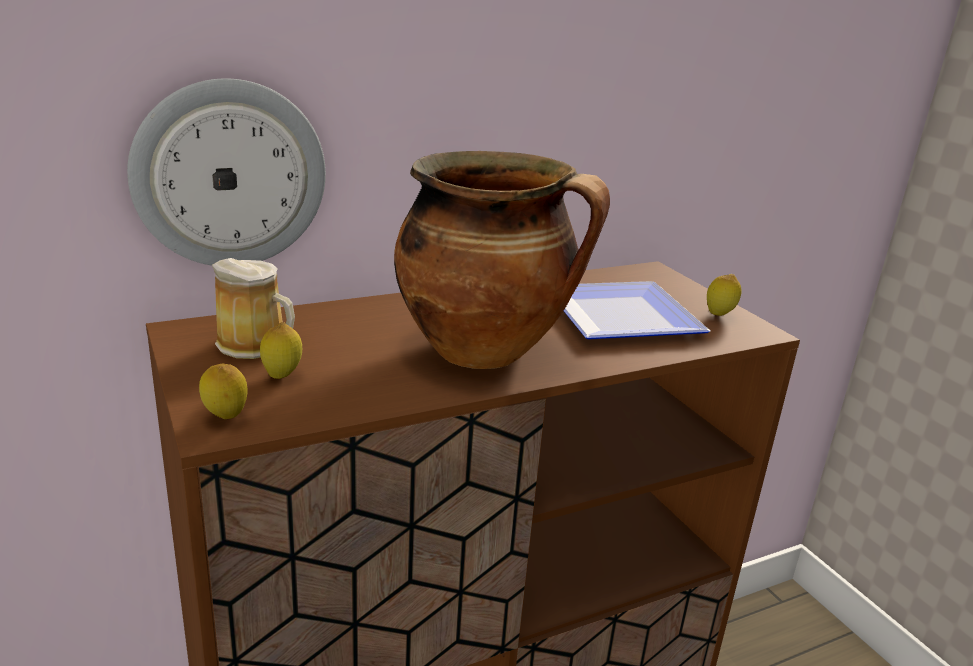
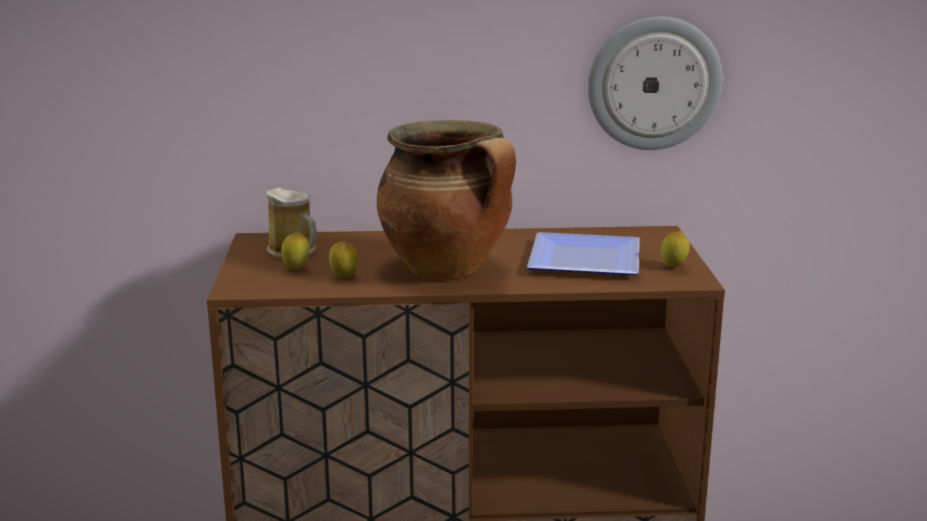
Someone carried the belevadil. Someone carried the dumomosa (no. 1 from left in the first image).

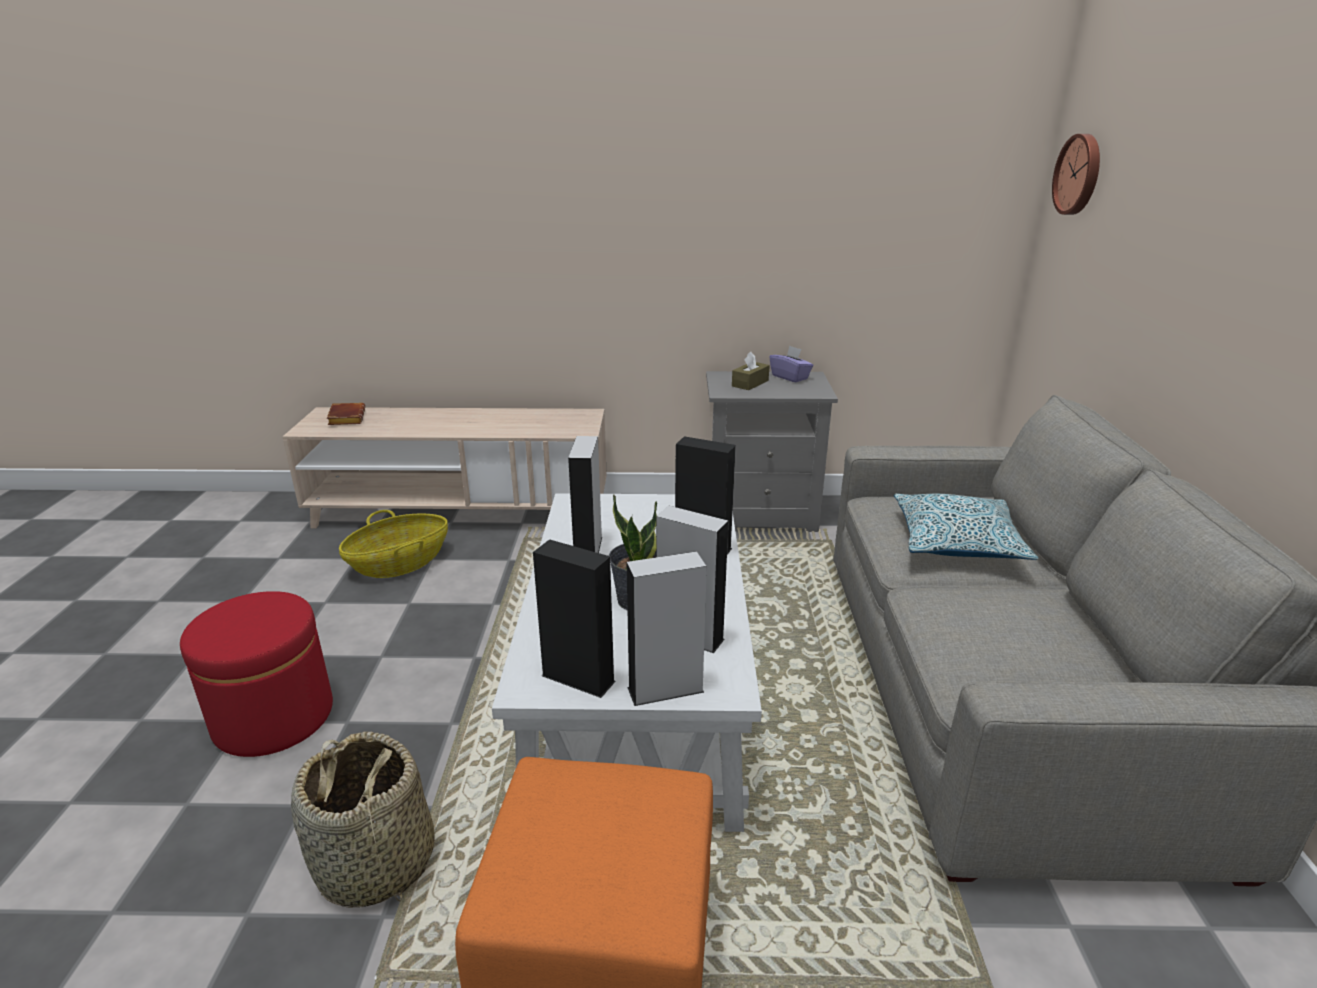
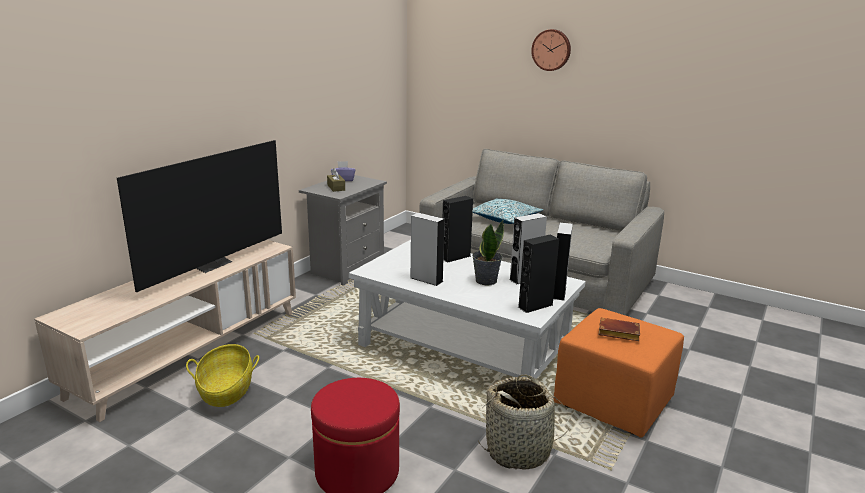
Someone carried the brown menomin. Someone carried the belevadil. Someone put down the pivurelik.

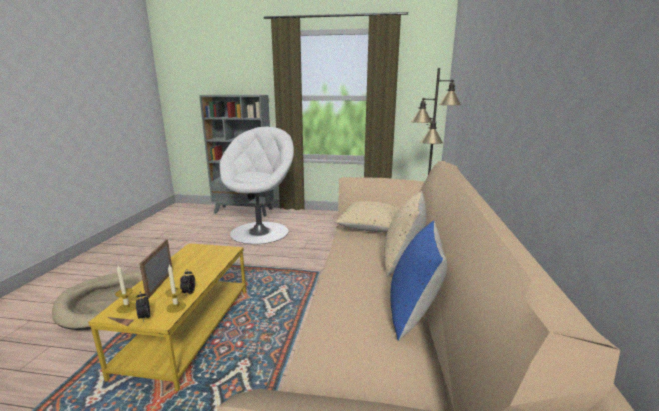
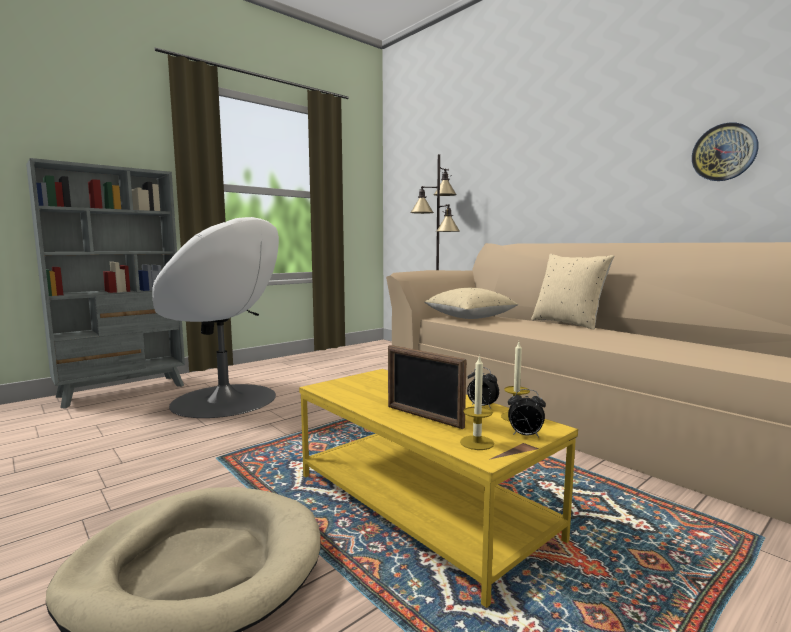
Someone rotated the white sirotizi by 135 degrees clockwise. Someone took away the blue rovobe. Someone put up the belevadil.

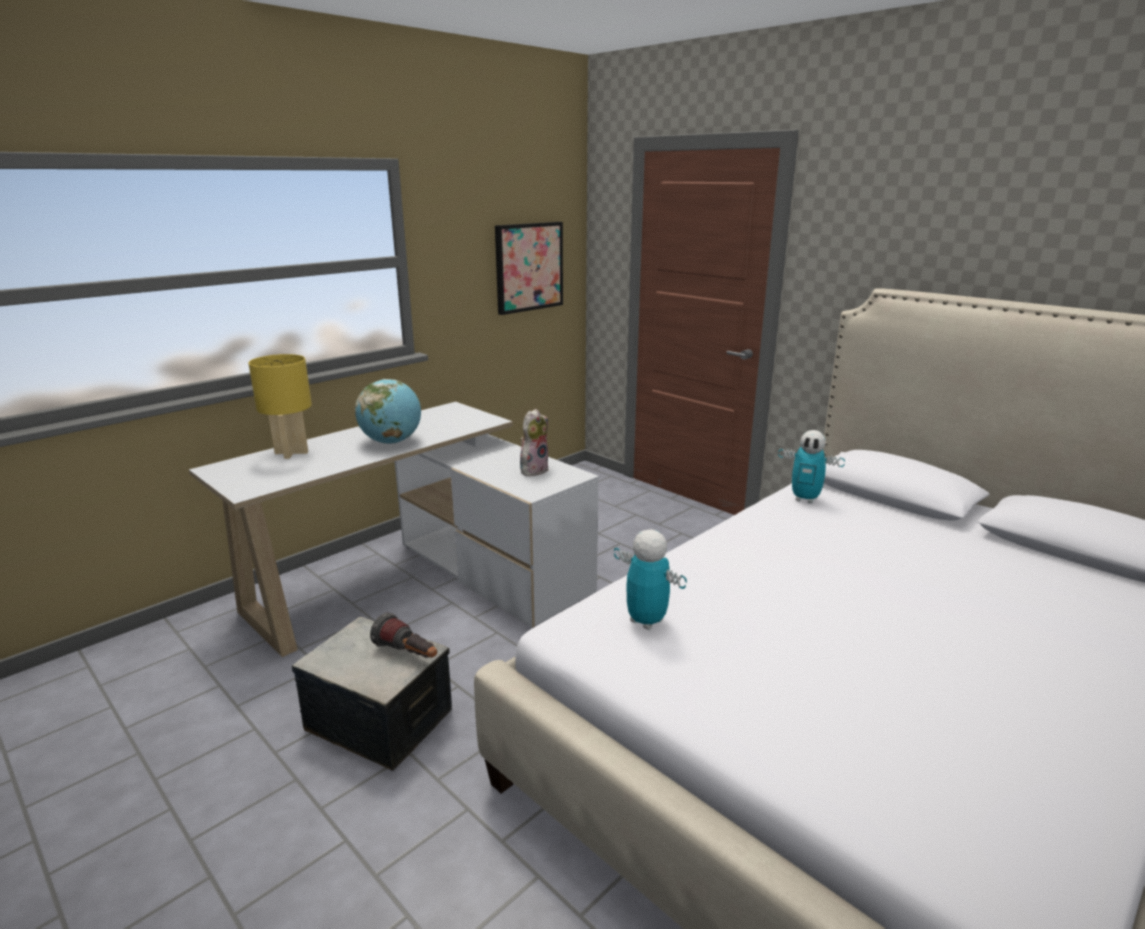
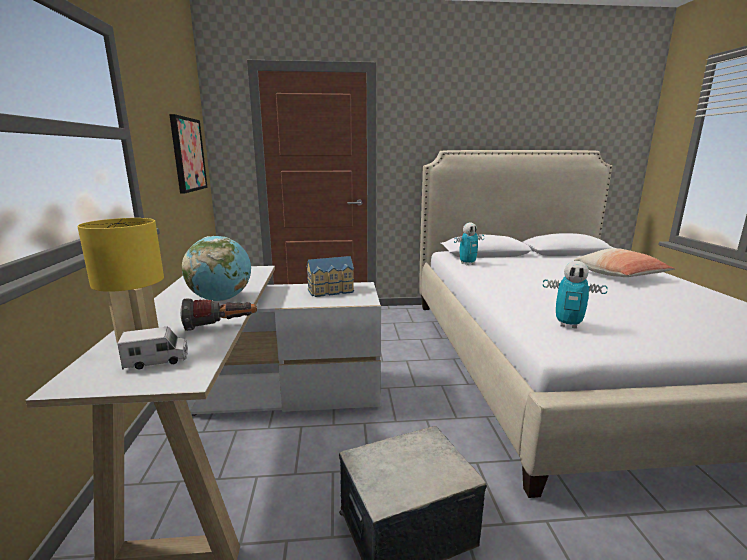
Someone carried the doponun. Someone swapped the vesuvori for the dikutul. Someone rotated the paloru (no. 1 from left in the first image) by 150 degrees counterclockwise. Someone put down the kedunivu. Someone put down the rovobe.

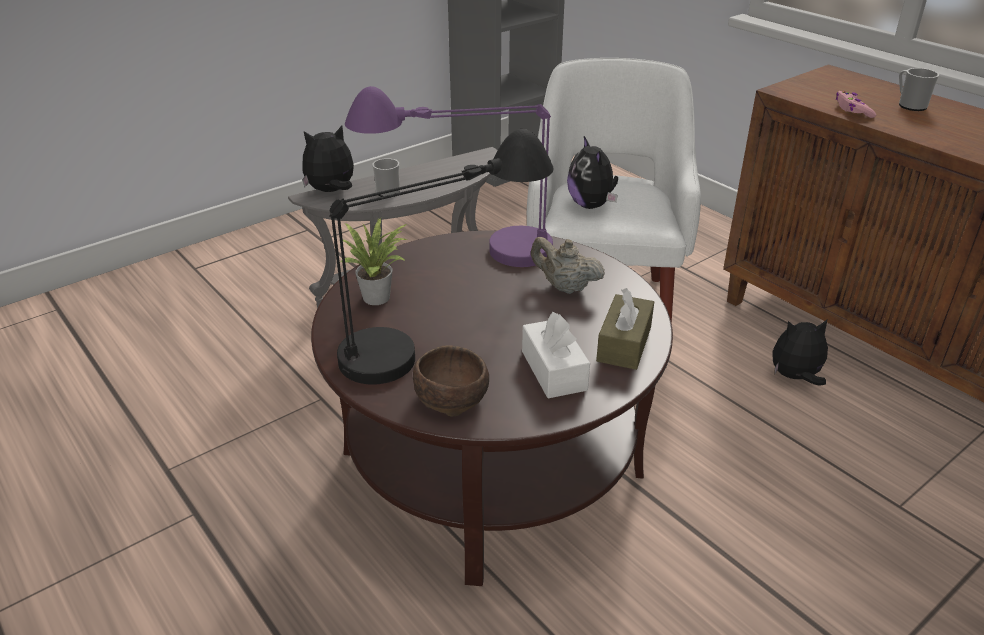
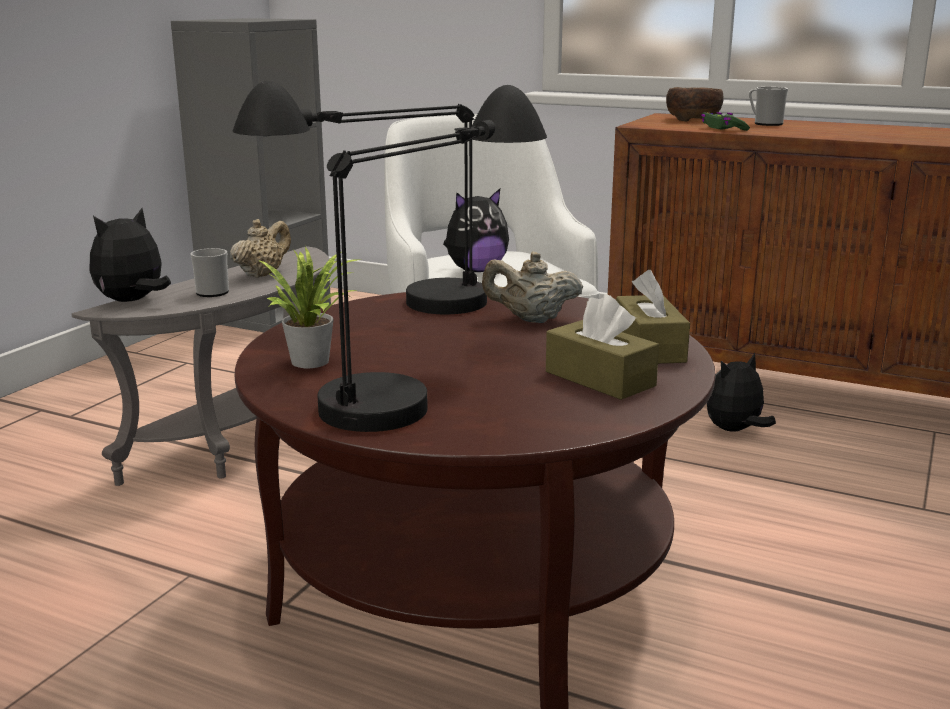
Someone repainted the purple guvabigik, which became the black guvabigik (no. 1 from left). Someone carried the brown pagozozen. Someone repainted the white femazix, which became the brown femazix (no. 1 from left). Someone rotated the vesuvori (no. 2 from left) by 75 degrees counterclockwise. Someone repainted the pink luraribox, which became the green luraribox. Someone put down the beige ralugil (no. 1 from left).

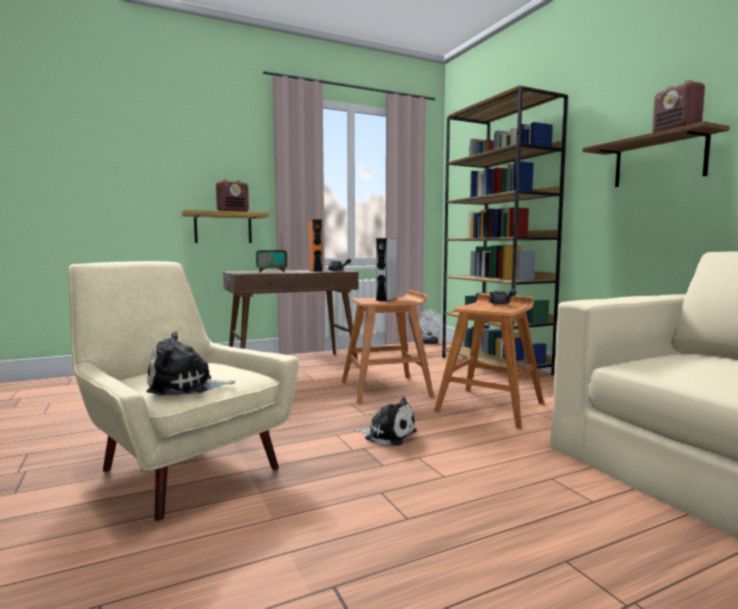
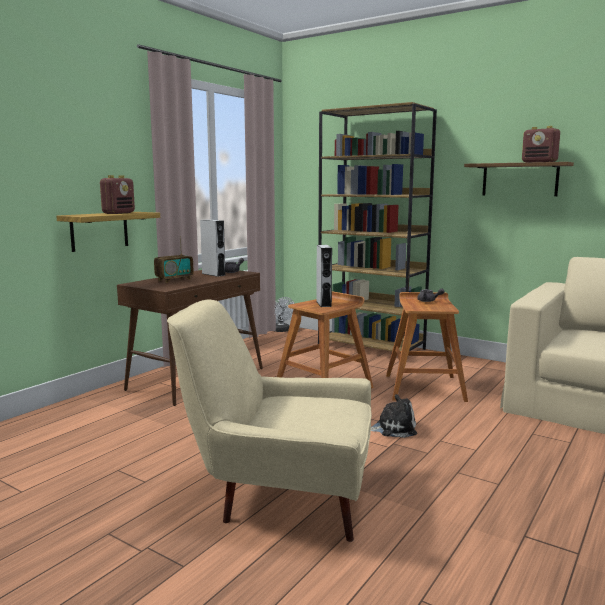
Someone took away the vesuvori (no. 1 from left). Someone repainted the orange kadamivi, which became the grey kadamivi (no. 1 from left).

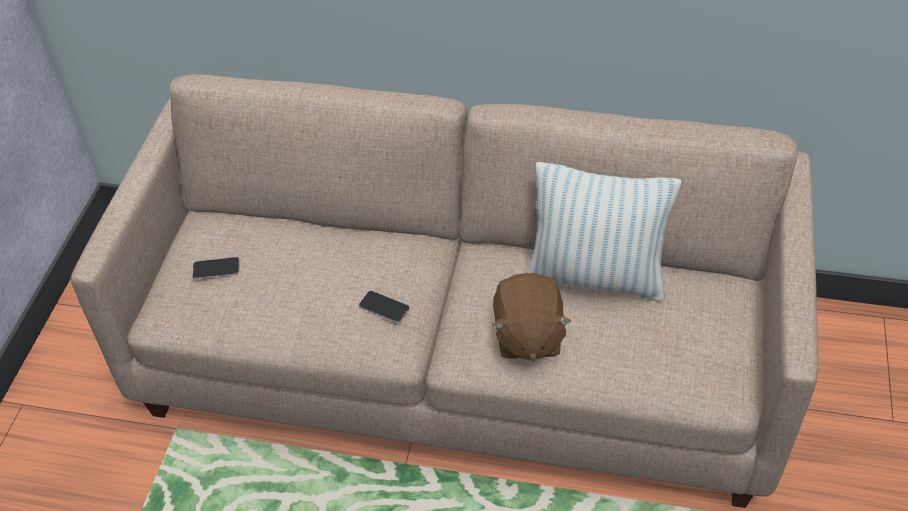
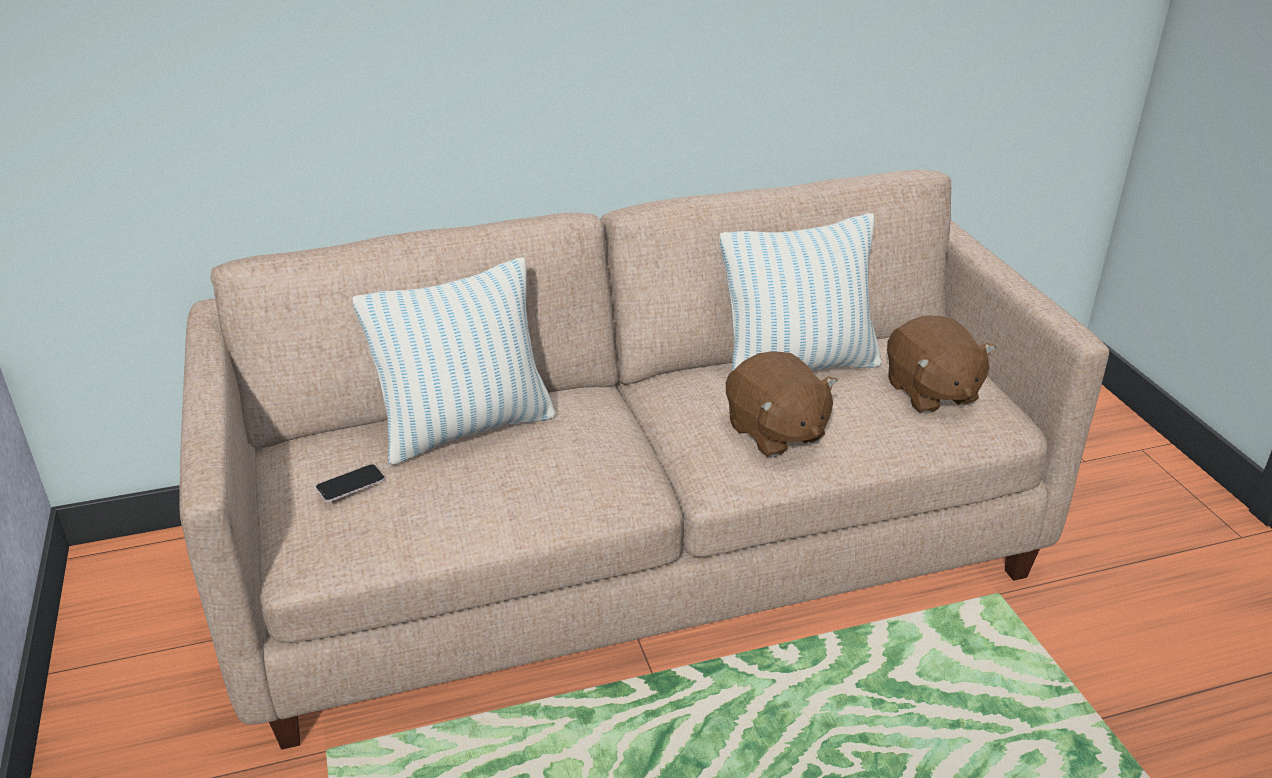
Someone took away the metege (no. 2 from left). Someone put down the rovobe (no. 1 from left). Someone put down the brown vesuvori (no. 2 from left).

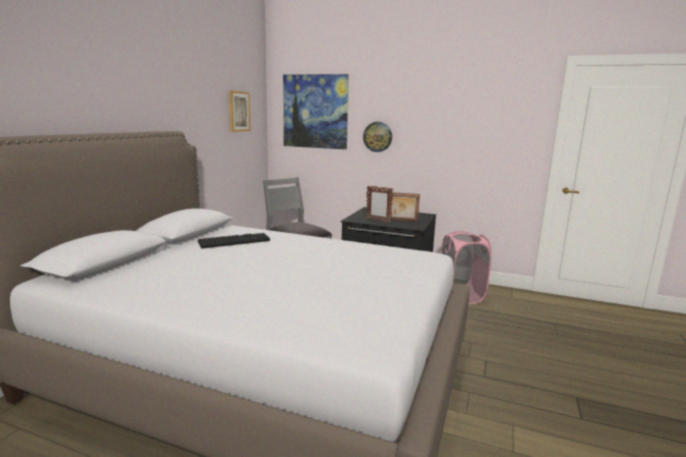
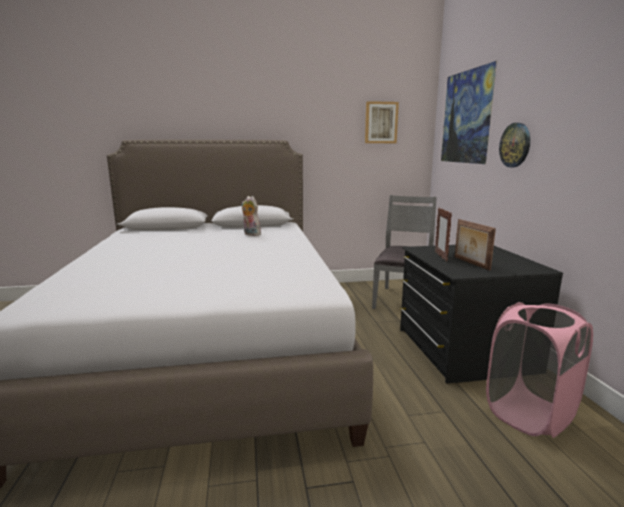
Someone swapped the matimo for the vesuvori.

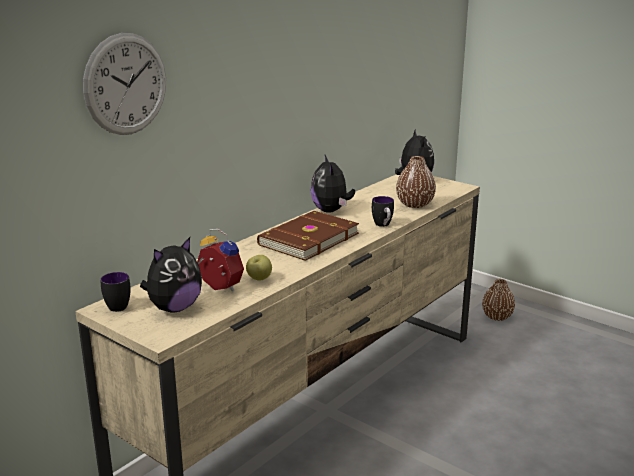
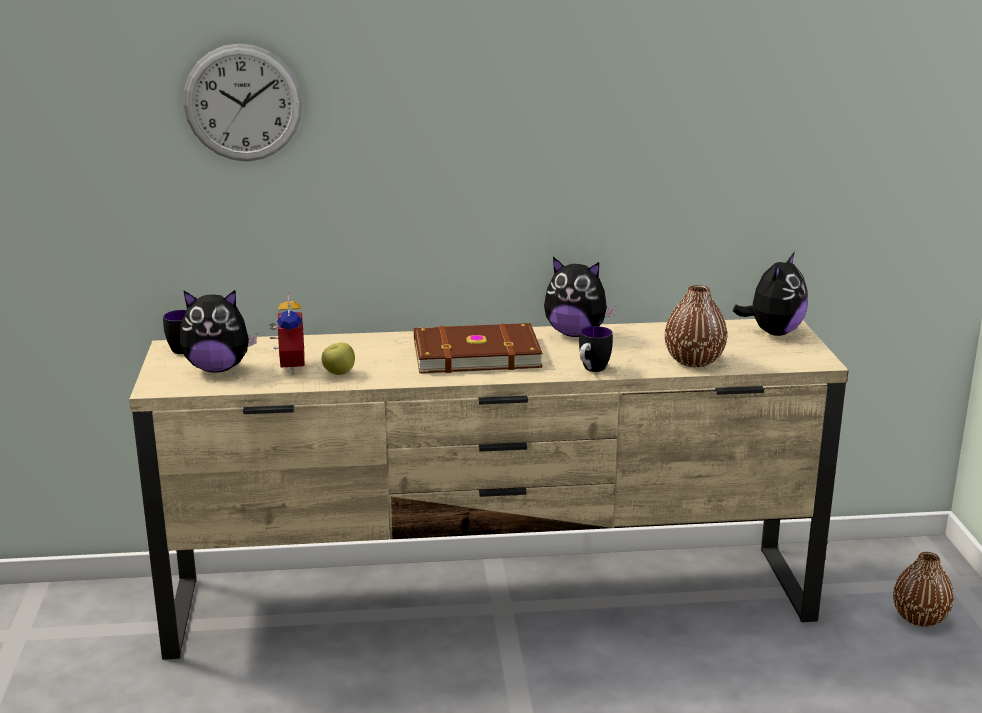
Someone rotated the vesuvori (no. 2 from left) by 105 degrees counterclockwise.

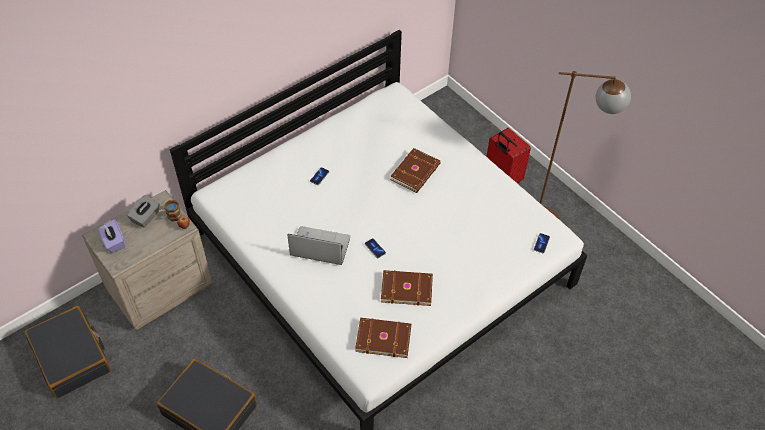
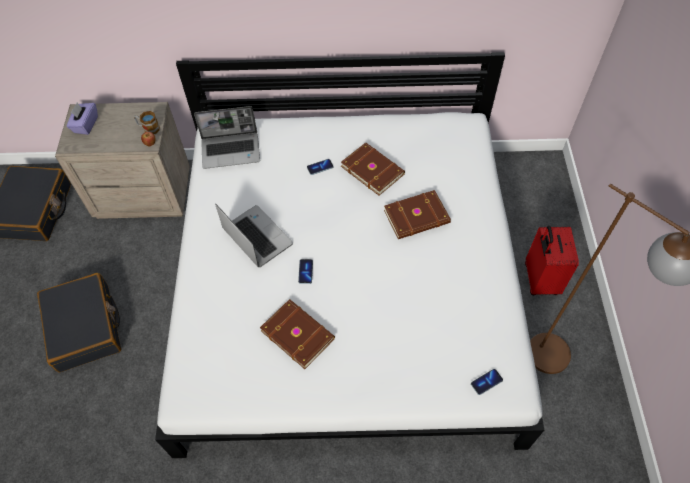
Someone took away the grey femazix. Someone carried the brown menomin (no. 1 from left in the first image). Someone put down the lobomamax (no. 1 from left).

